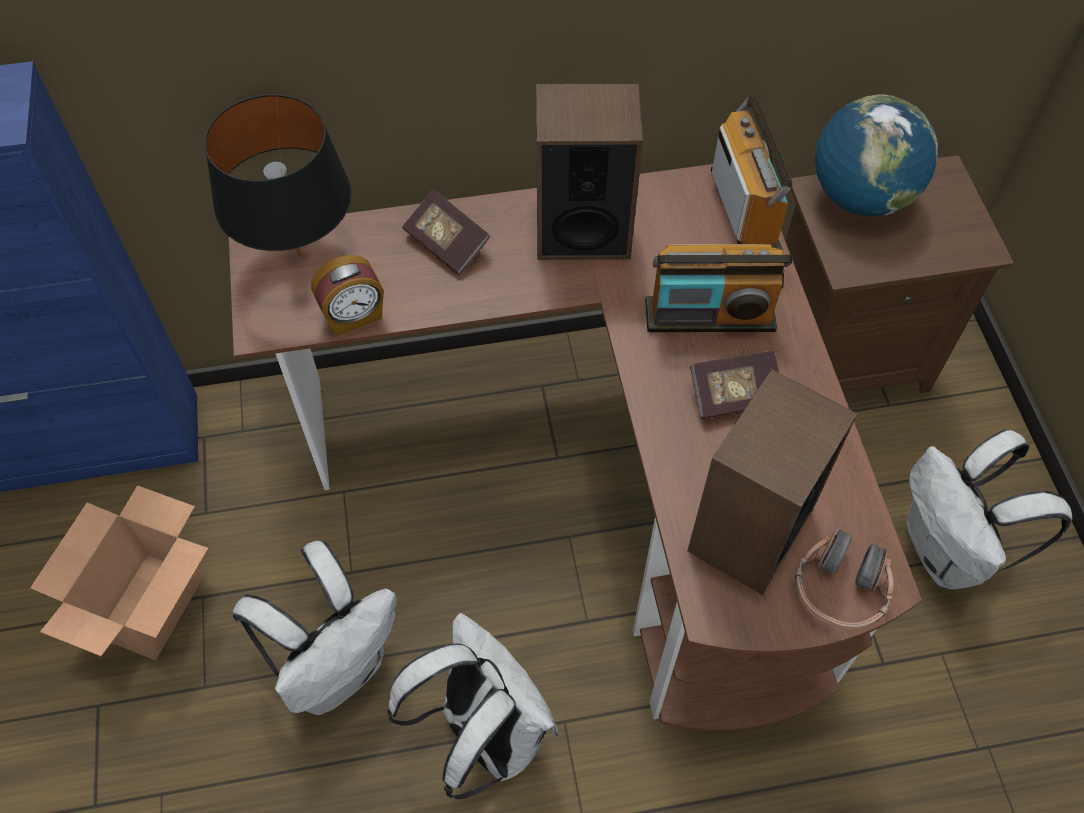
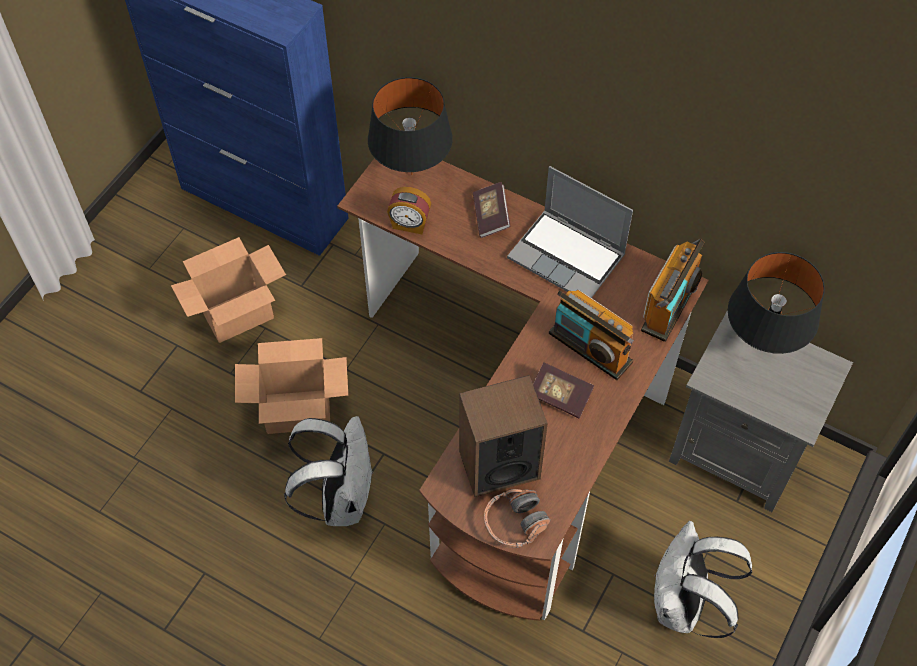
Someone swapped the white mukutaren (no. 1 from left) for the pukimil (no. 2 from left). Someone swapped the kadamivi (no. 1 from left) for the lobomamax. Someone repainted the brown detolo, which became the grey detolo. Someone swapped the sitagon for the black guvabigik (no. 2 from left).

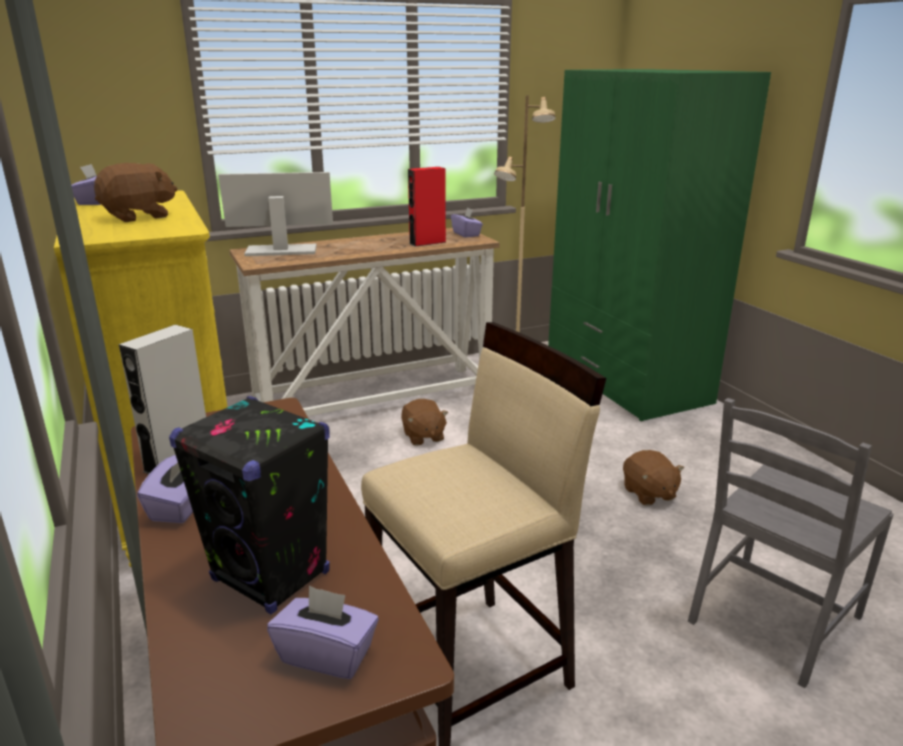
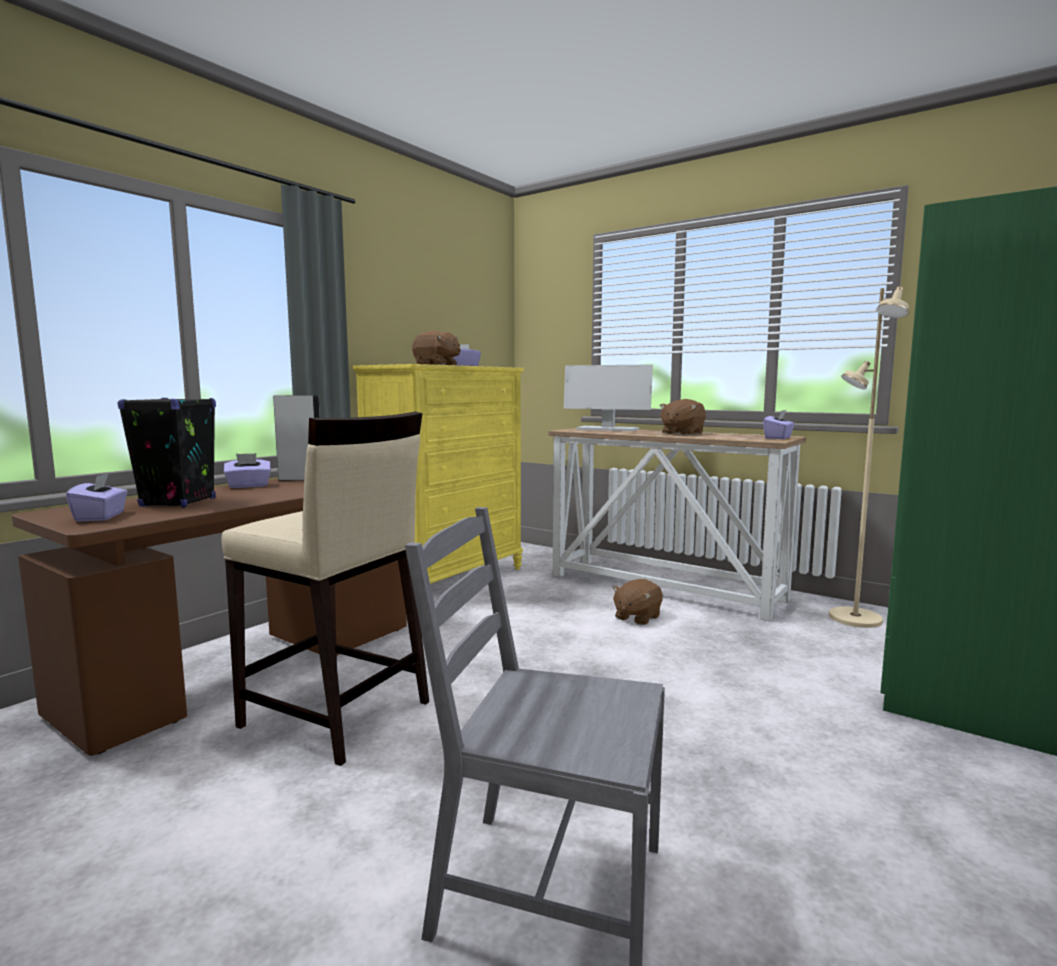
Someone rotated the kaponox by 150 degrees clockwise. Someone took away the red kadamivi. Someone carried the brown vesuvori (no. 3 from left).

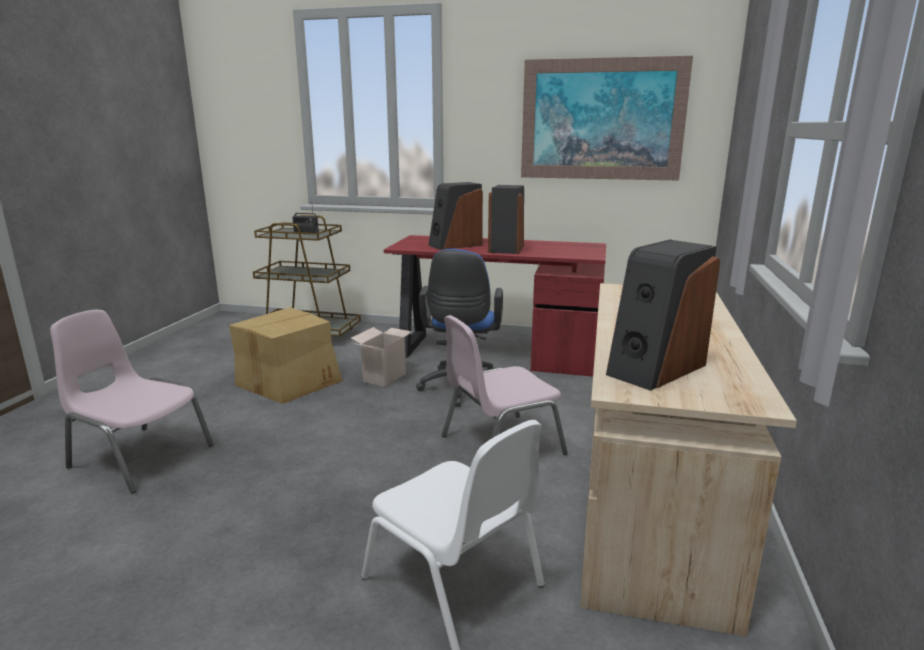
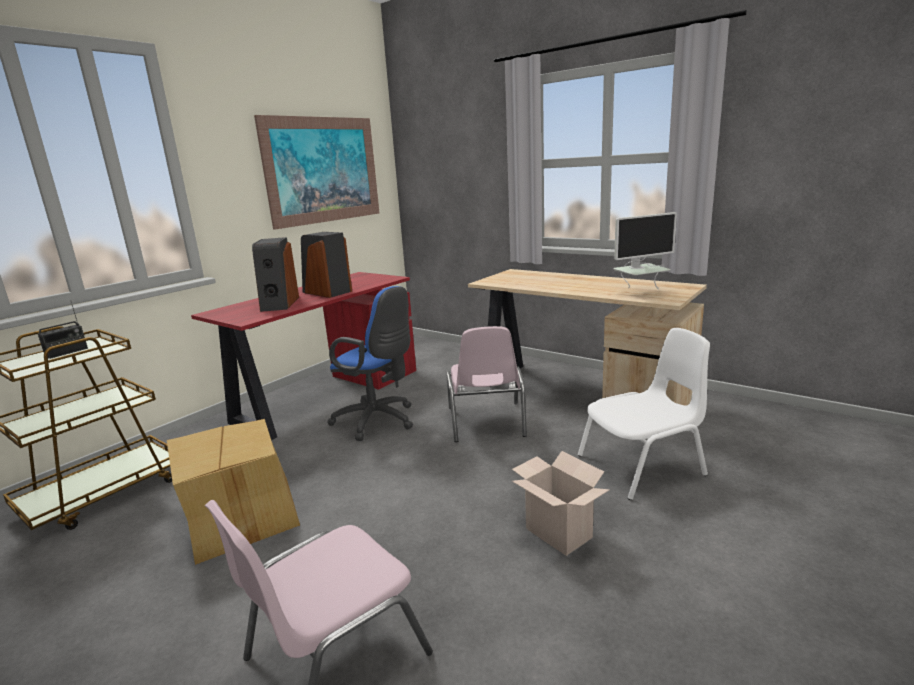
Someone carried the pukimil (no. 2 from left). Someone swapped the kadamivi (no. 3 from left) for the kaponox.

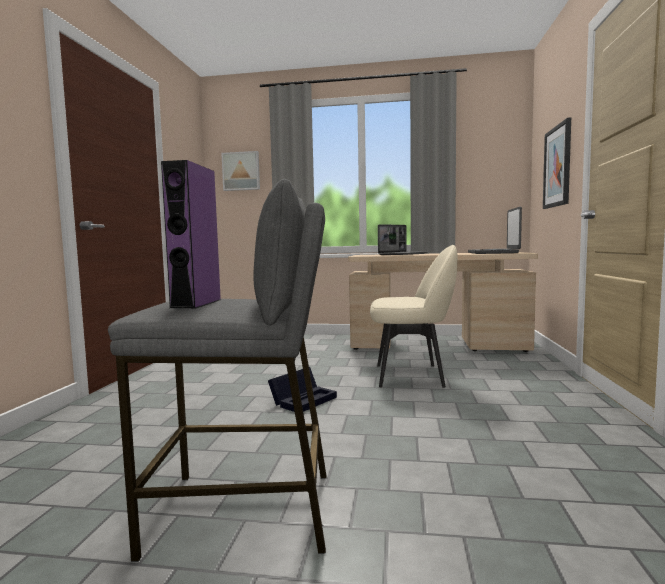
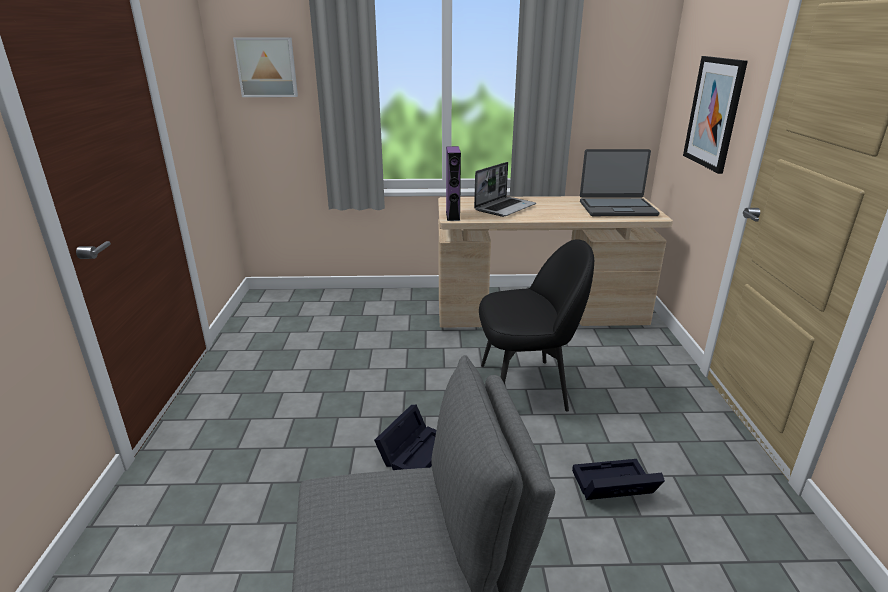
Someone carried the purple kadamivi. Someone repainted the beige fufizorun, which became the black fufizorun. Someone rotated the lobomamax (no. 2 from left) by 90 degrees counterclockwise. Someone put down the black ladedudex (no. 2 from left).

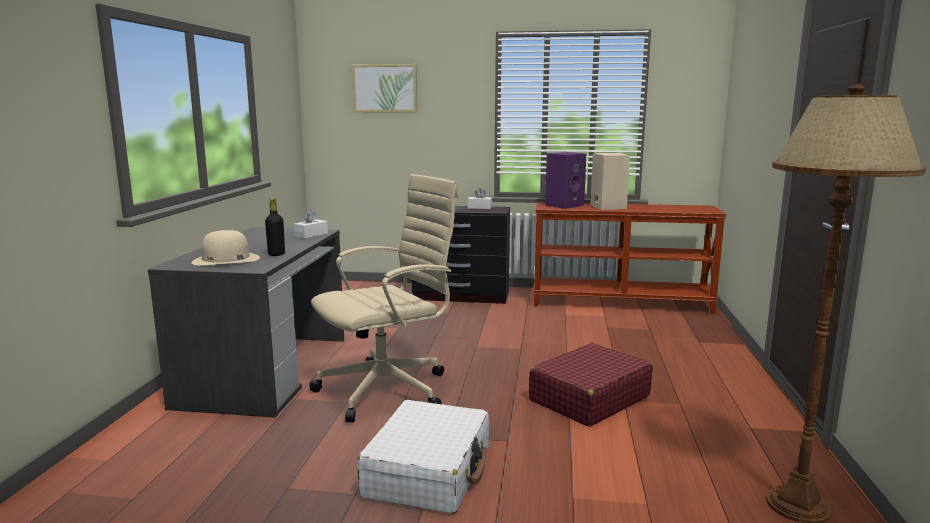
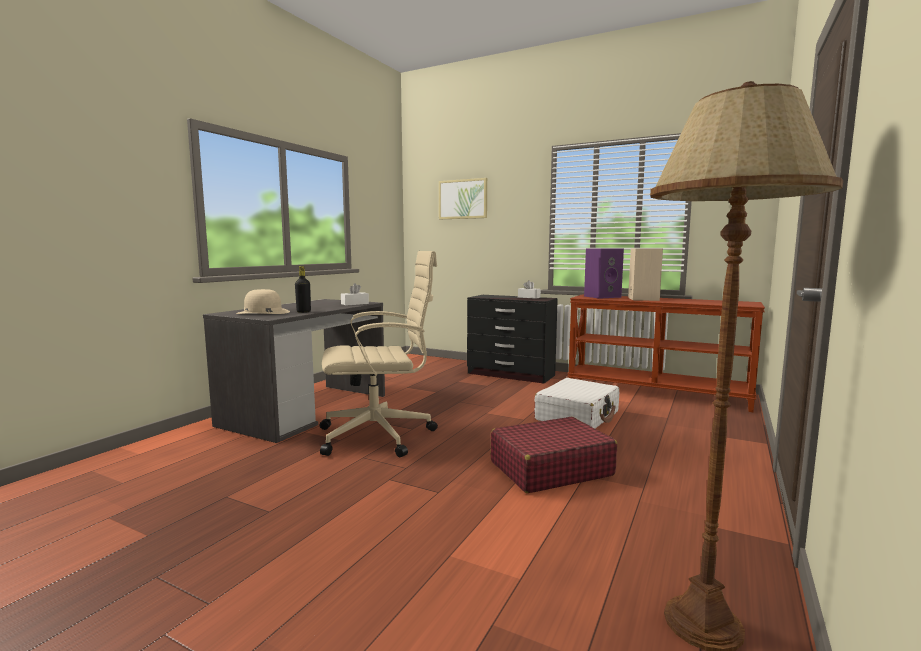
Someone carried the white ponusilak.

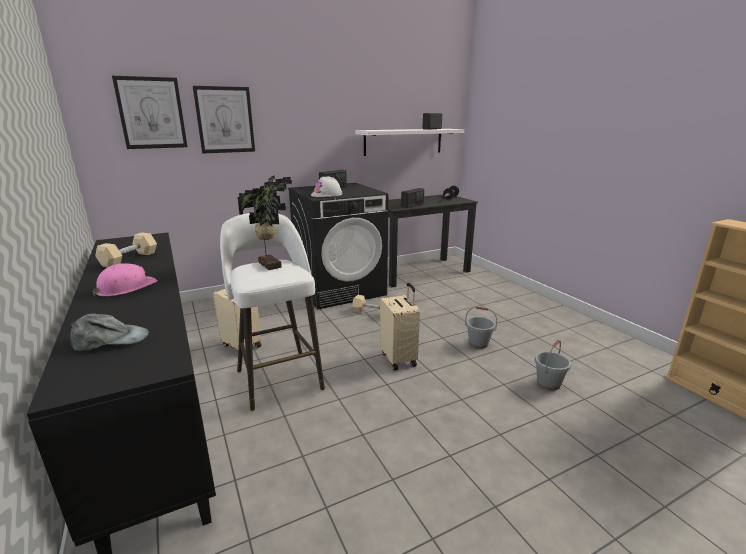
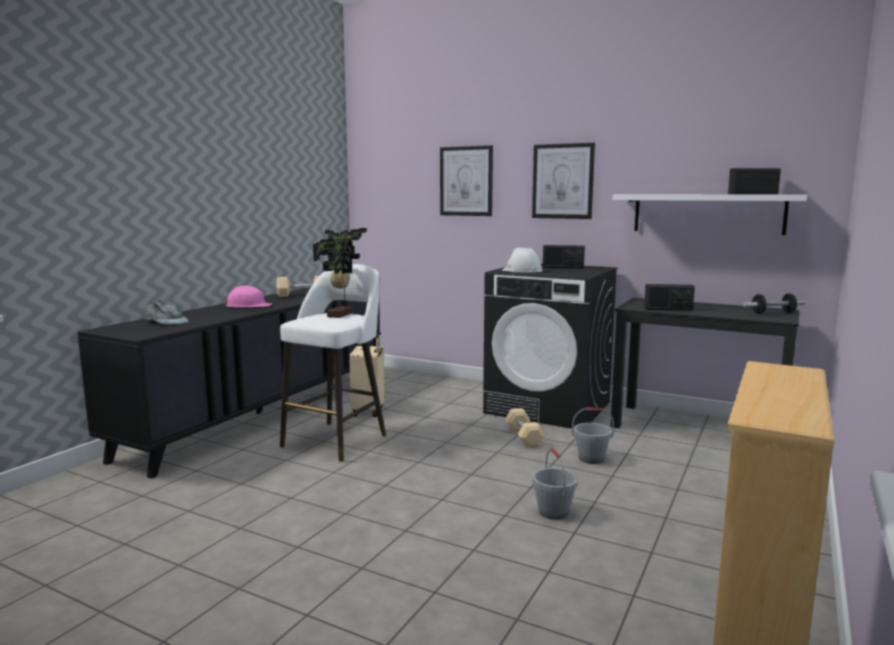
Someone carried the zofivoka (no. 1 from left in the first image). Someone took away the beige ponusilak (no. 2 from left). Someone carried the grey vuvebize (no. 2 from left).

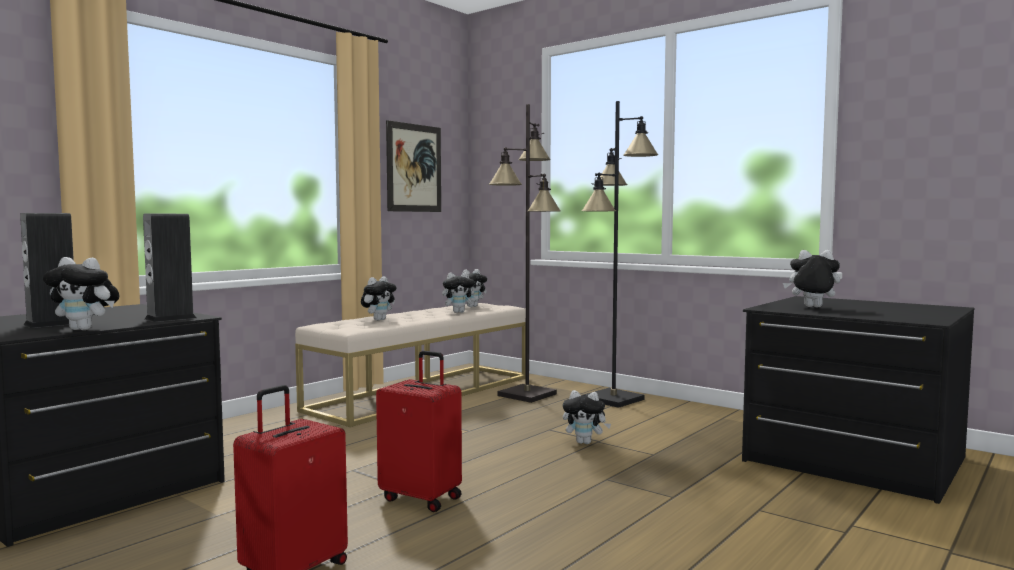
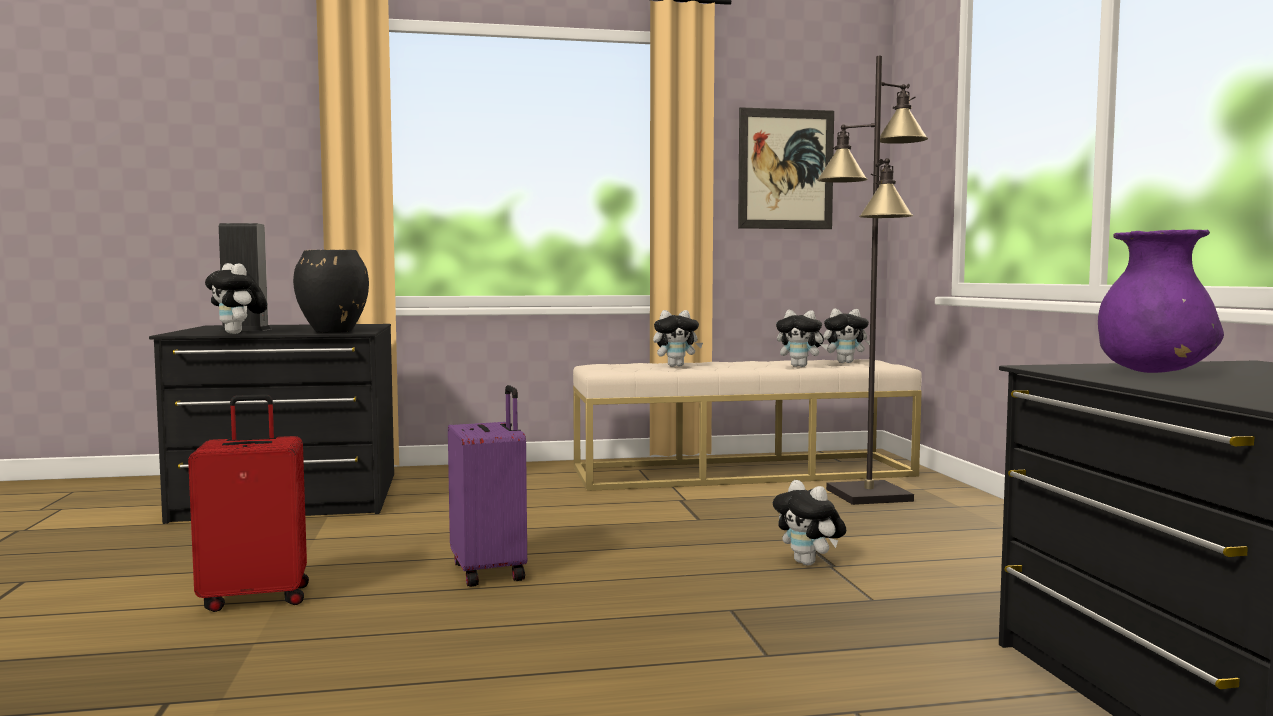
Someone swapped the kadamivi (no. 2 from left) for the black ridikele. Someone repainted the red ponusilak (no. 2 from left), which became the purple ponusilak. Someone took away the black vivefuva (no. 2 from left). Someone swapped the vesuvori (no. 6 from left) for the purple ridikele.

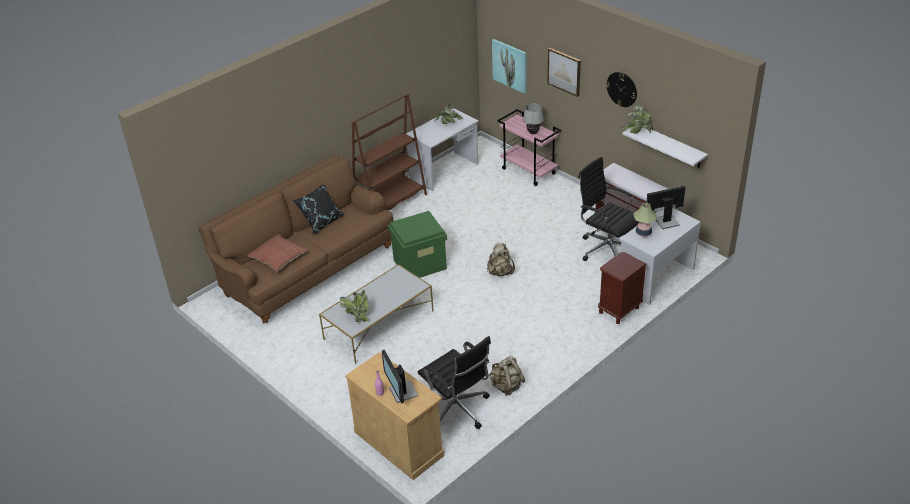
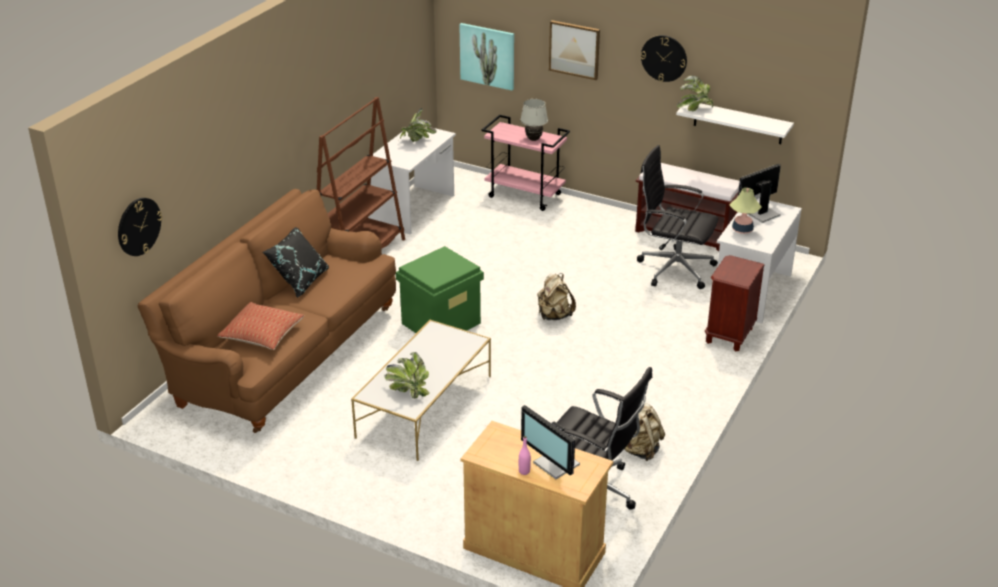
Someone put up the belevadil (no. 1 from left).

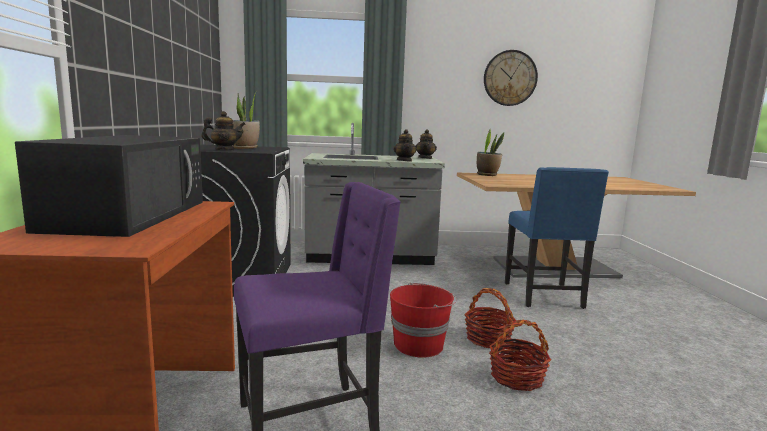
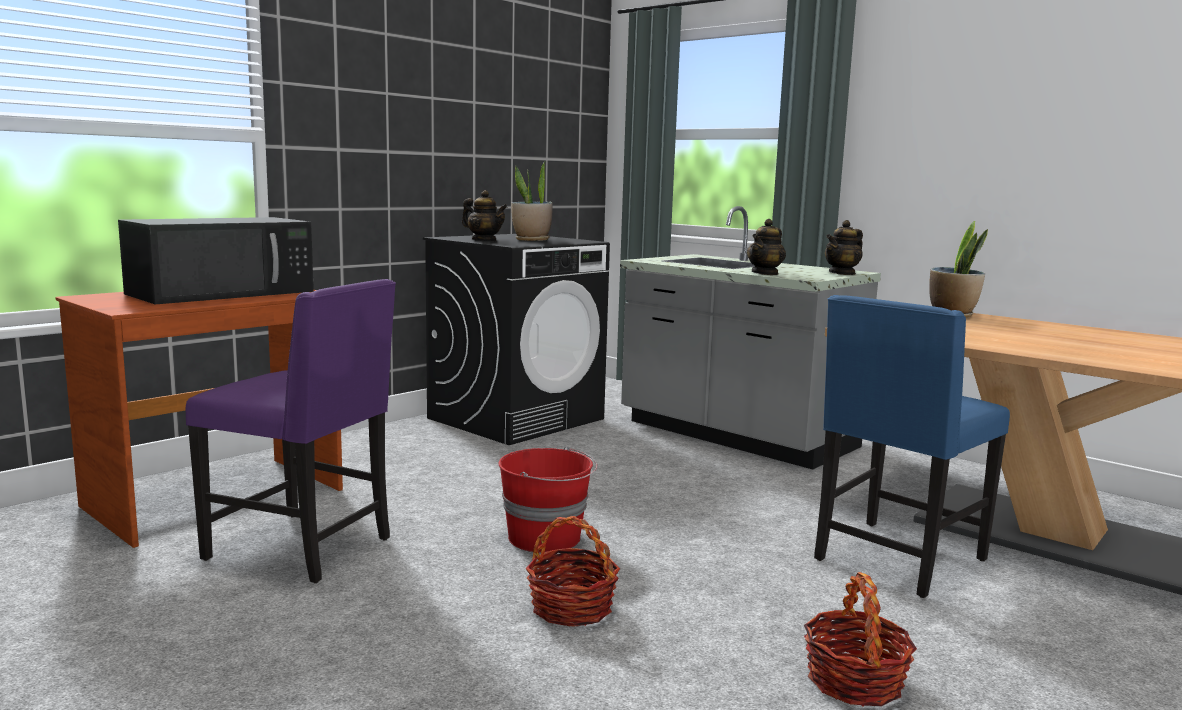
Someone carried the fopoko (no. 1 from left in the first image). Someone took away the belevadil.

